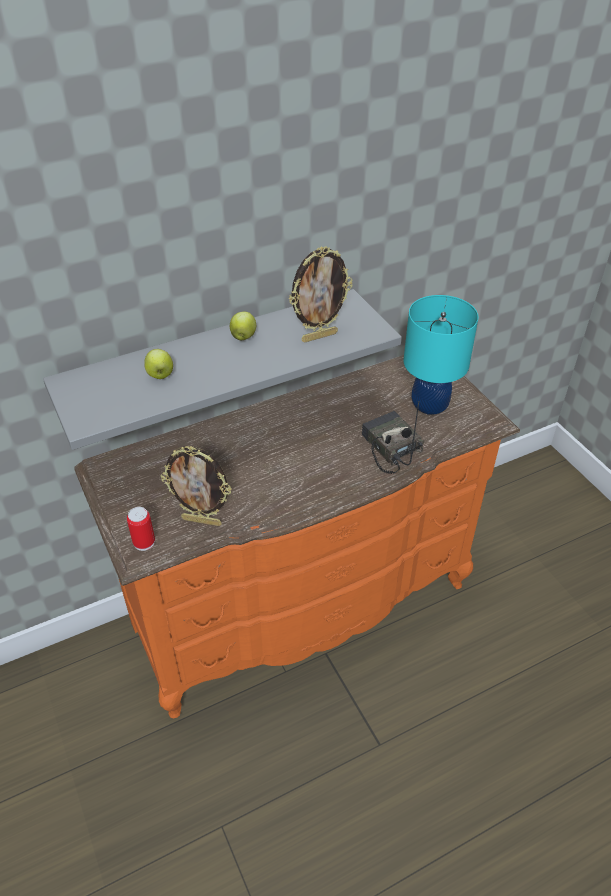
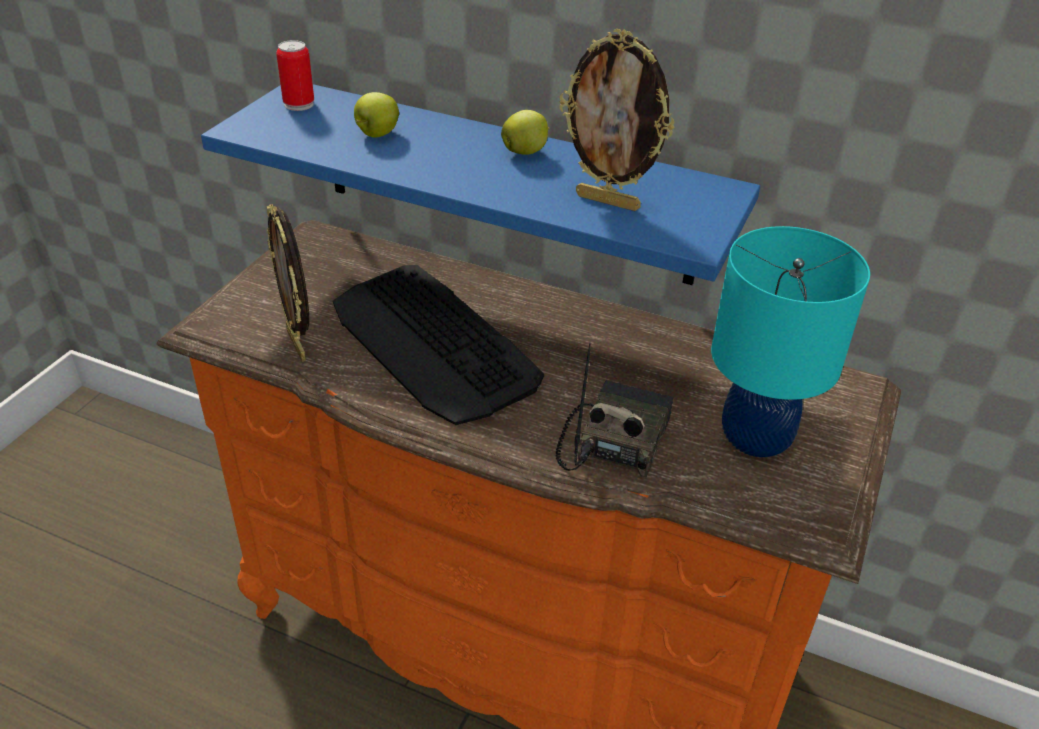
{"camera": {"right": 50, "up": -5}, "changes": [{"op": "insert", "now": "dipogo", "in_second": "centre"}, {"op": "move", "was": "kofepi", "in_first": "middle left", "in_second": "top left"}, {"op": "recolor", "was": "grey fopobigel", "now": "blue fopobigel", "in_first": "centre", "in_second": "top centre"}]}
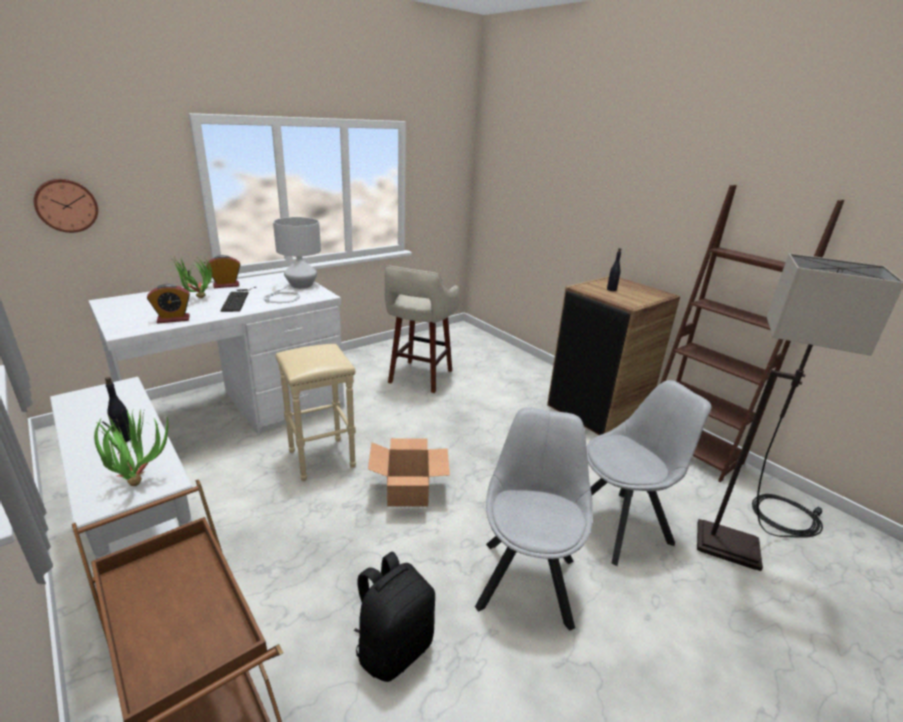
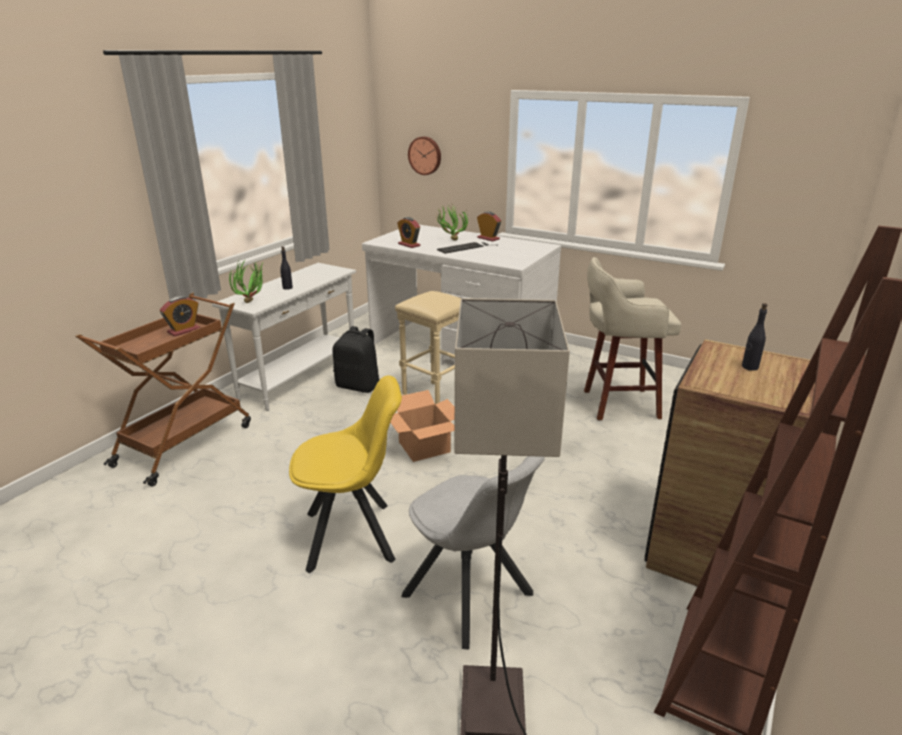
{"camera": {"right": 70, "up": 0}, "changes": [{"op": "delete", "was": "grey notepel", "in_first": "middle left"}, {"op": "insert", "now": "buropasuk (1st from left)", "in_second": "middle left"}, {"op": "move", "was": "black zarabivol", "in_first": "bottom centre", "in_second": "centre"}, {"op": "recolor", "was": "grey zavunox (1st from left)", "now": "yellow zavunox", "in_first": "bottom centre", "in_second": "centre"}]}
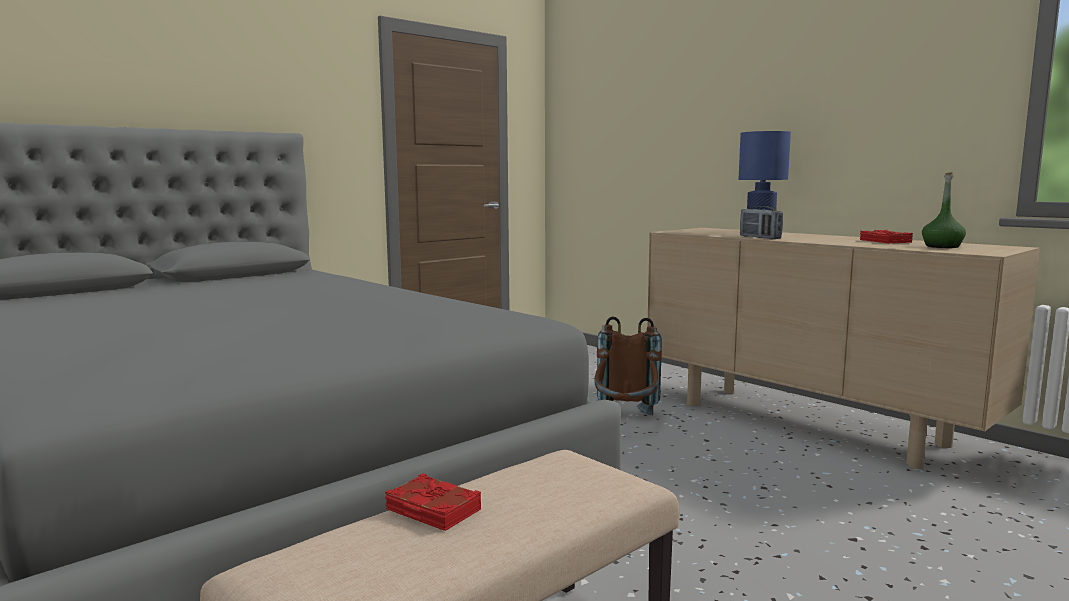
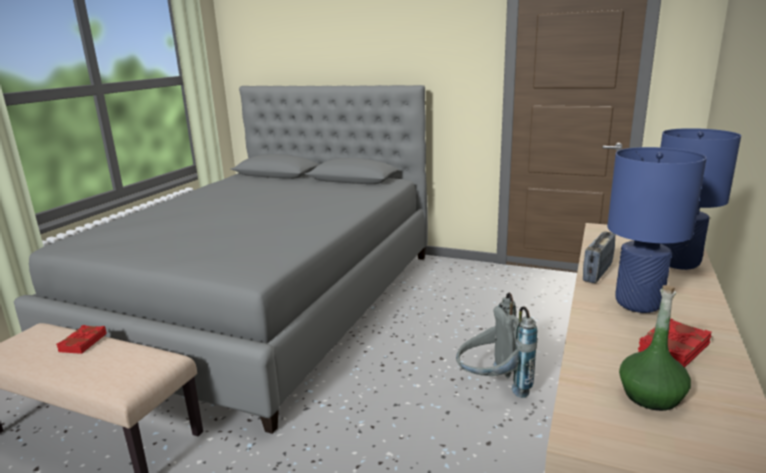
{"camera": {"right": 65, "up": 10}, "changes": [{"op": "insert", "now": "blue notepel (1st from left)", "in_second": "middle right"}, {"op": "recolor", "was": "brown zarabivol", "now": "grey zarabivol", "in_first": "centre", "in_second": "bottom centre"}]}
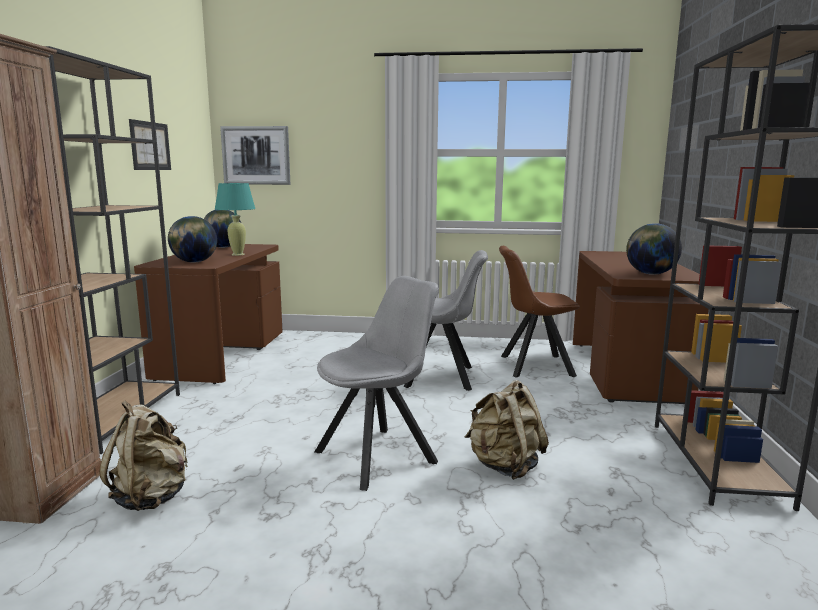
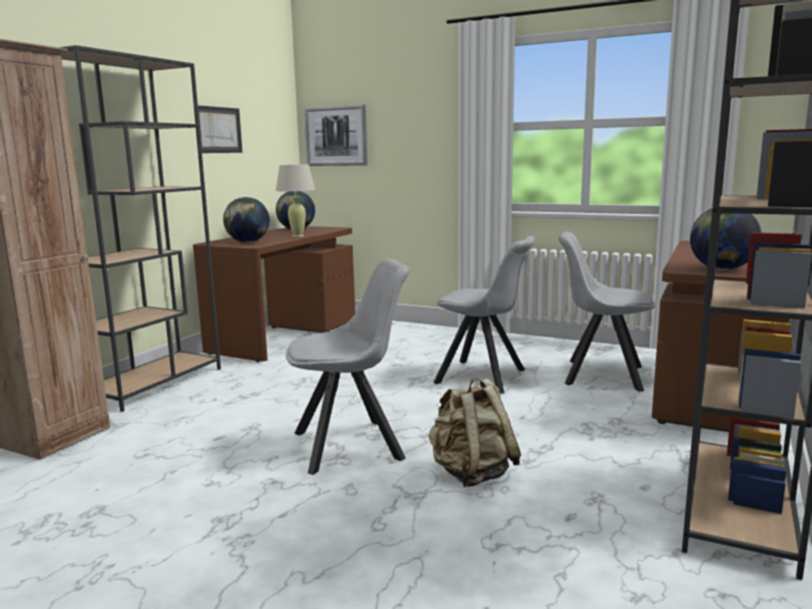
{"camera": {"right": 20, "up": 0}, "changes": [{"op": "delete", "was": "beige zarabivol (1st from left)", "in_first": "bottom left"}, {"op": "recolor", "was": "turquoise notepel", "now": "beige notepel", "in_first": "middle left", "in_second": "top centre"}, {"op": "recolor", "was": "brown zavunox", "now": "grey zavunox (3rd from left)", "in_first": "centre", "in_second": "middle right"}]}
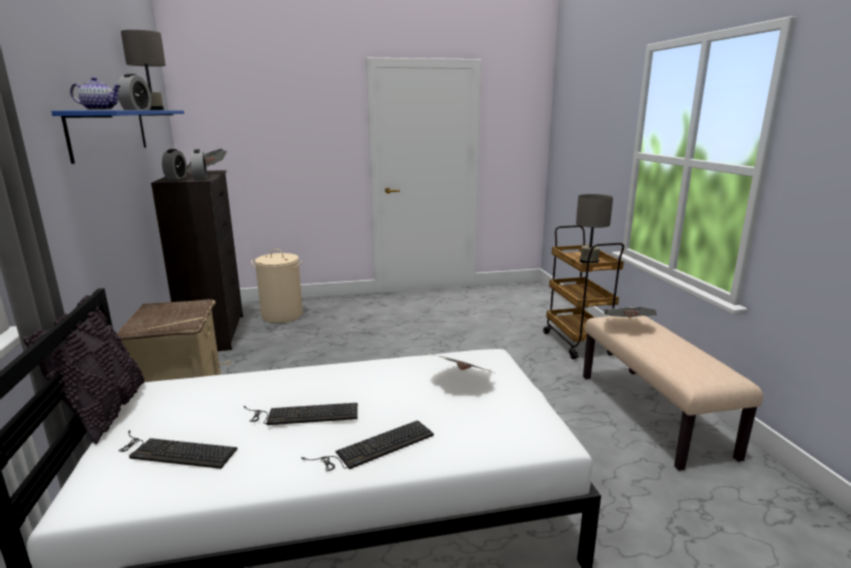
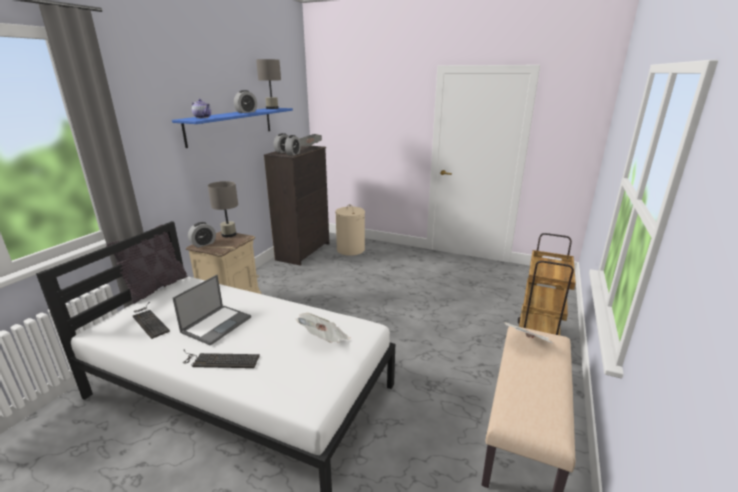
{"camera": {"right": 35, "up": 5}, "changes": [{"op": "insert", "now": "buropasuk (1st from left)", "in_second": "middle left"}, {"op": "move", "was": "grey notepel (2nd from left in the first image)", "now": "grey notepel (1st from left)", "in_first": "middle right", "in_second": "middle left"}, {"op": "replace", "was": "dipogo (2nd from left)", "now": "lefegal", "in_first": "bottom centre", "in_second": "middle left"}]}
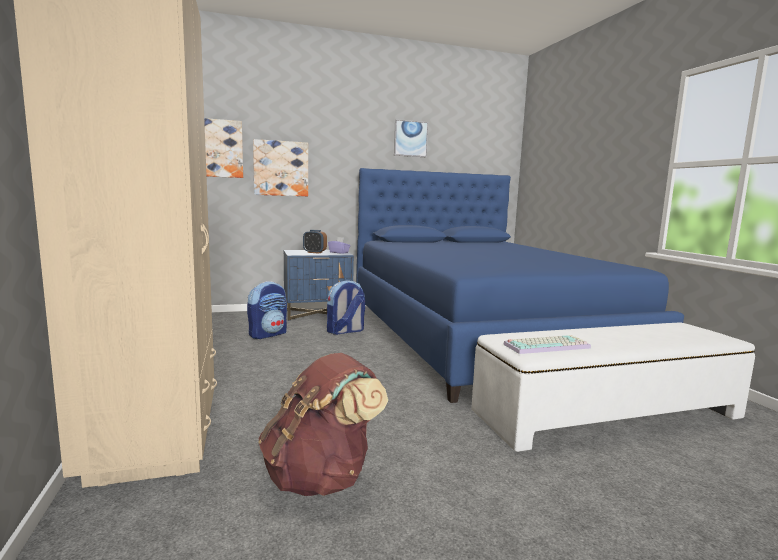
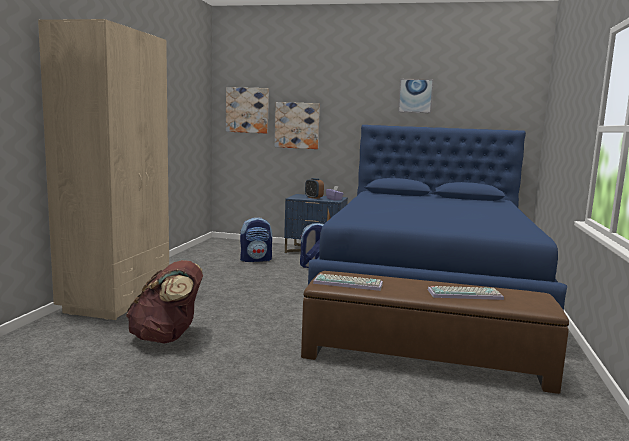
{"camera": {"right": 30, "up": 0}, "changes": [{"op": "insert", "now": "dipogo (2nd from left)", "in_second": "middle right"}, {"op": "recolor", "was": "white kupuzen", "now": "brown kupuzen", "in_first": "bottom right", "in_second": "bottom right"}]}
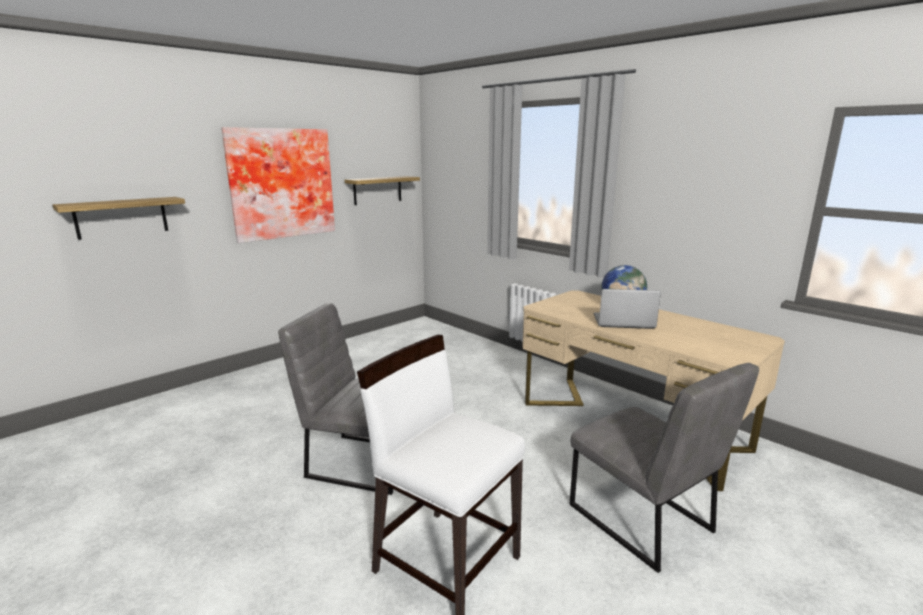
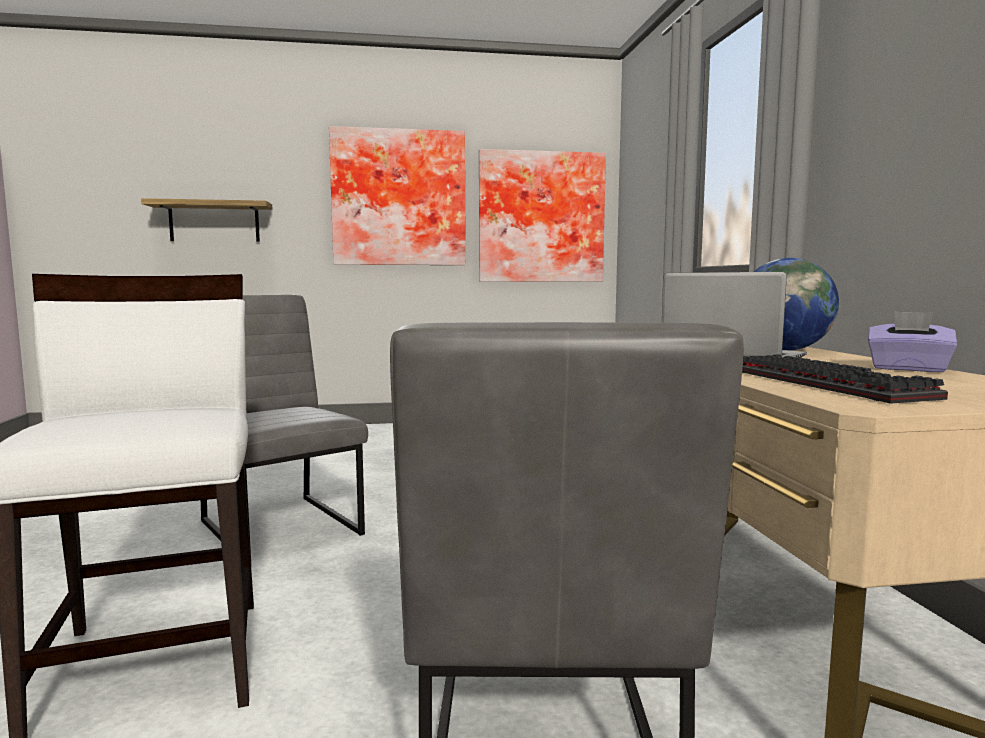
{"camera": {"right": 35, "up": -10}, "changes": [{"op": "insert", "now": "dipogo", "in_second": "middle right"}, {"op": "insert", "now": "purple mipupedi", "in_second": "middle right"}, {"op": "replace", "was": "fopobigel (2nd from left)", "now": "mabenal (2nd from left)", "in_first": "top centre", "in_second": "top centre"}]}
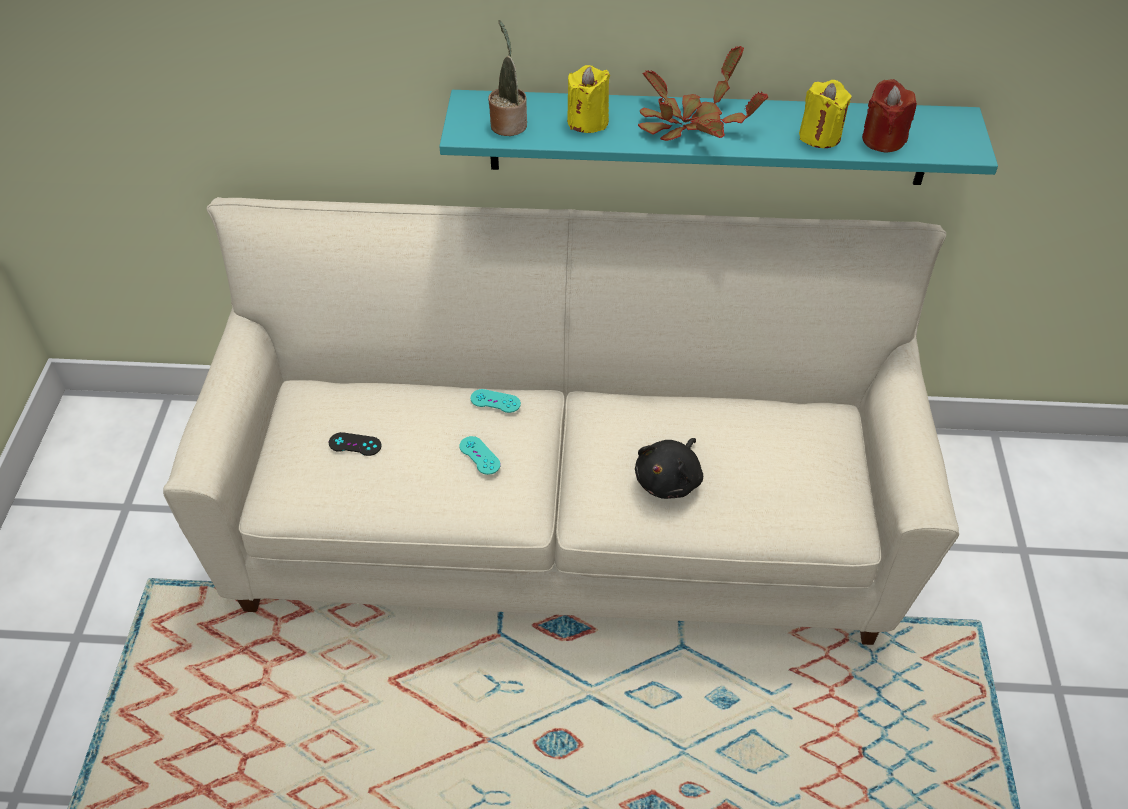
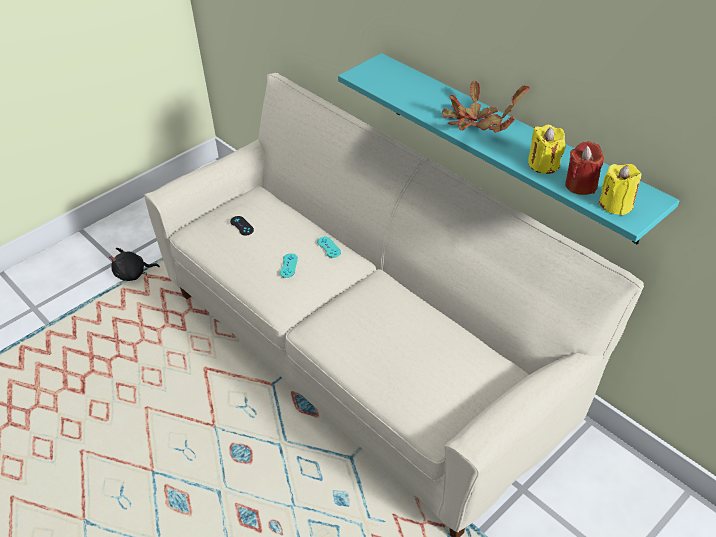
{"camera": {"right": 45, "up": -5}, "changes": [{"op": "delete", "was": "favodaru (1st from left)", "in_first": "top centre"}, {"op": "move", "was": "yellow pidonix (1st from left in the first image)", "now": "yellow pidonix (2nd from left)", "in_first": "top centre", "in_second": "middle right"}, {"op": "move", "was": "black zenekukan", "in_first": "centre", "in_second": "middle left"}]}
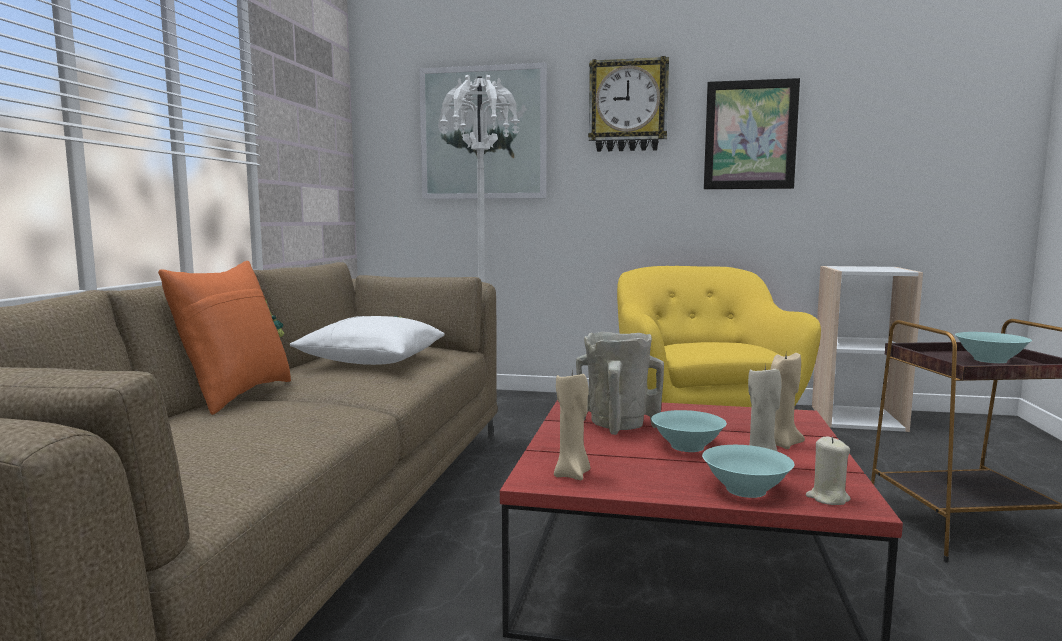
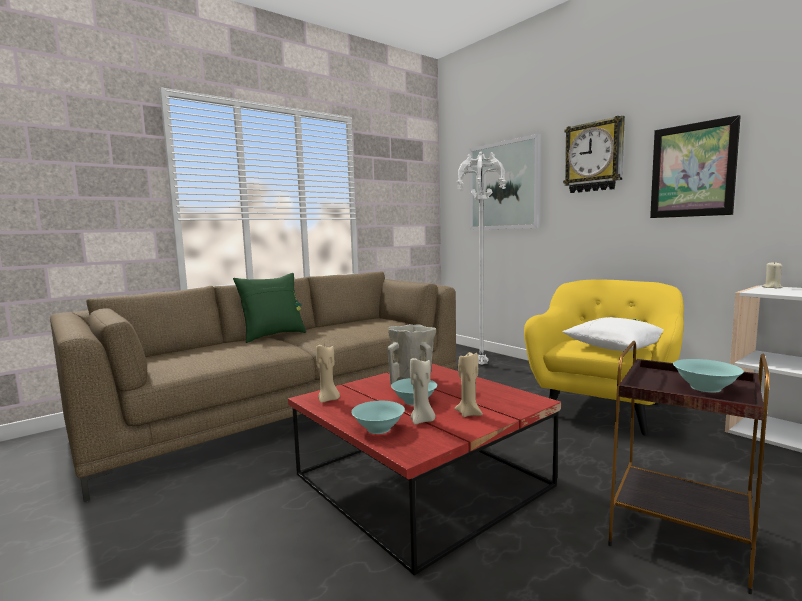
{"camera": {"right": 40, "up": 0}, "changes": [{"op": "move", "was": "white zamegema", "in_first": "centre", "in_second": "middle right"}, {"op": "move", "was": "beige pidonix (4th from left)", "in_first": "bottom right", "in_second": "middle right"}, {"op": "recolor", "was": "orange zamegema", "now": "green zamegema", "in_first": "middle left", "in_second": "centre"}]}
